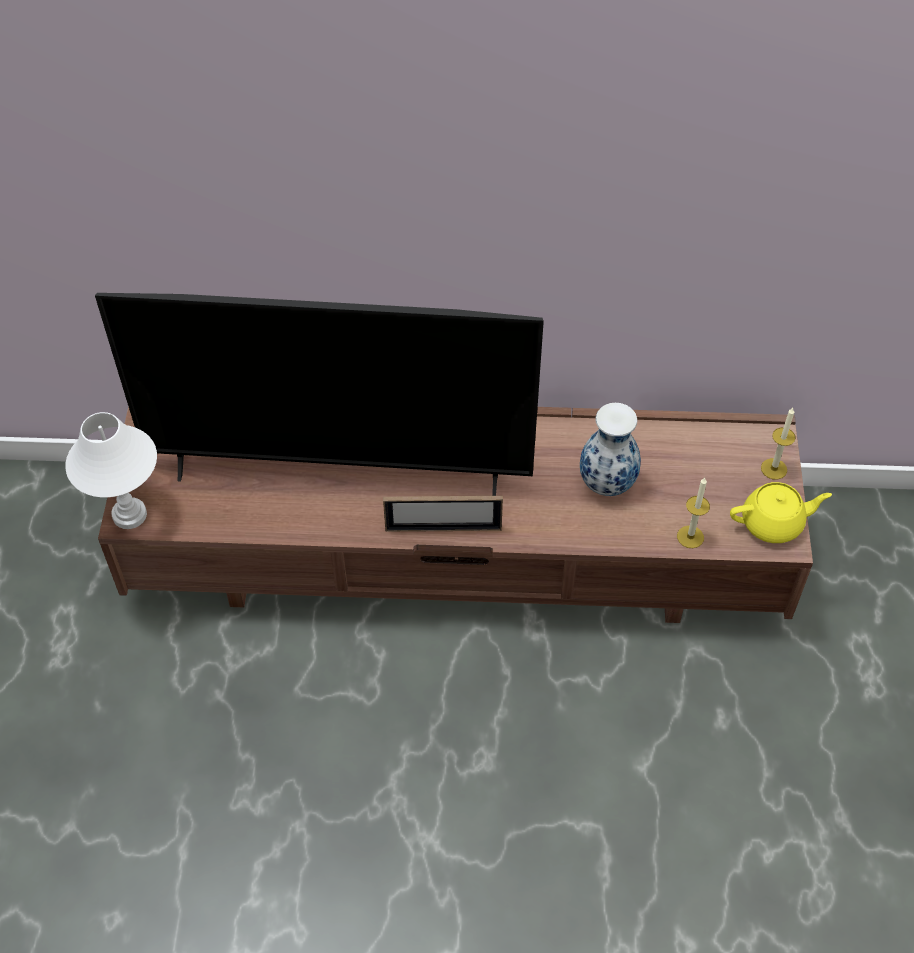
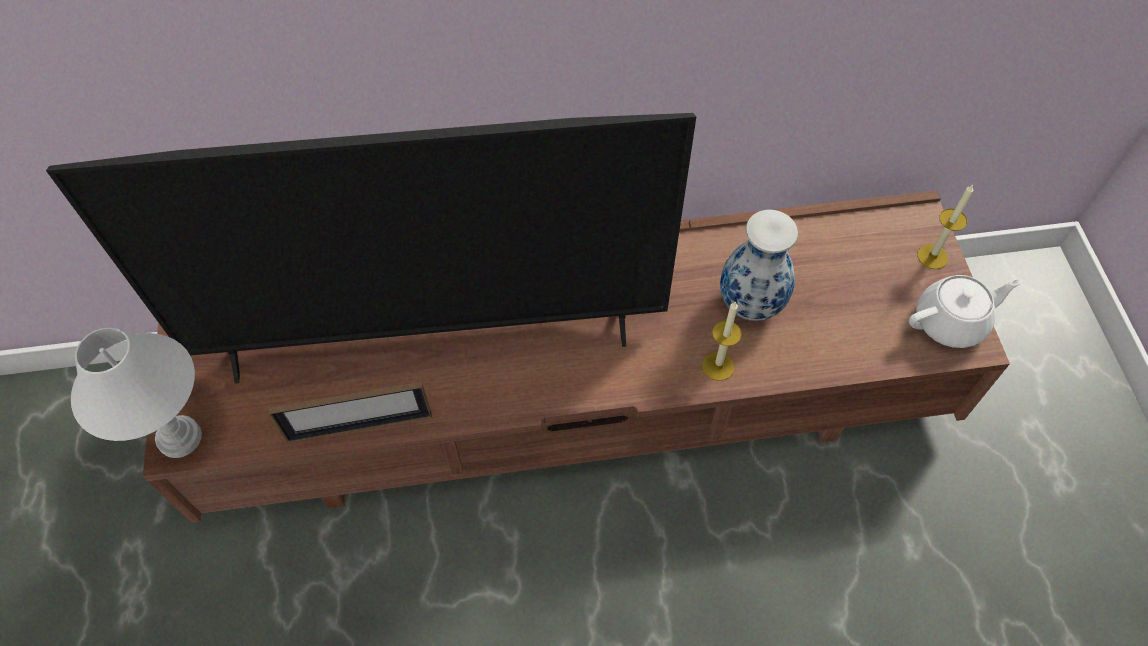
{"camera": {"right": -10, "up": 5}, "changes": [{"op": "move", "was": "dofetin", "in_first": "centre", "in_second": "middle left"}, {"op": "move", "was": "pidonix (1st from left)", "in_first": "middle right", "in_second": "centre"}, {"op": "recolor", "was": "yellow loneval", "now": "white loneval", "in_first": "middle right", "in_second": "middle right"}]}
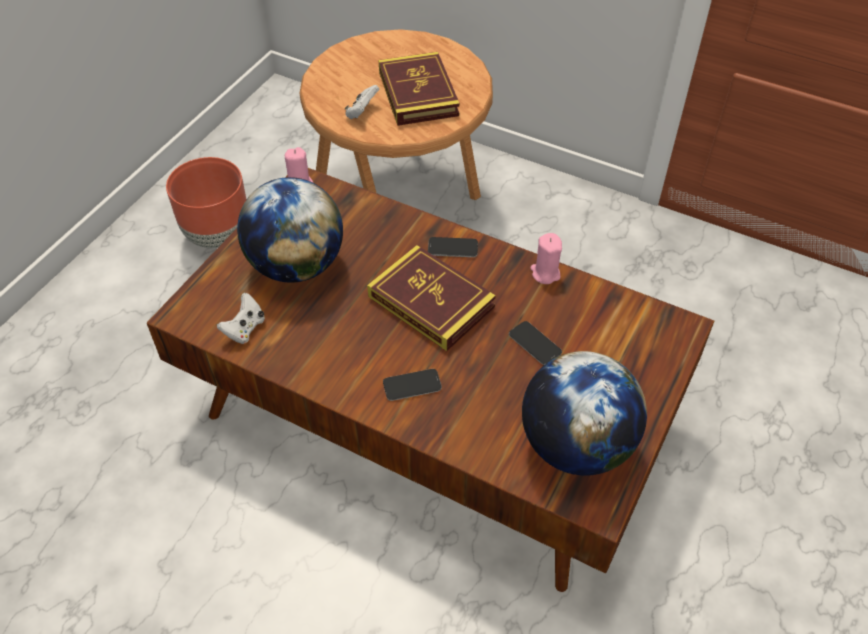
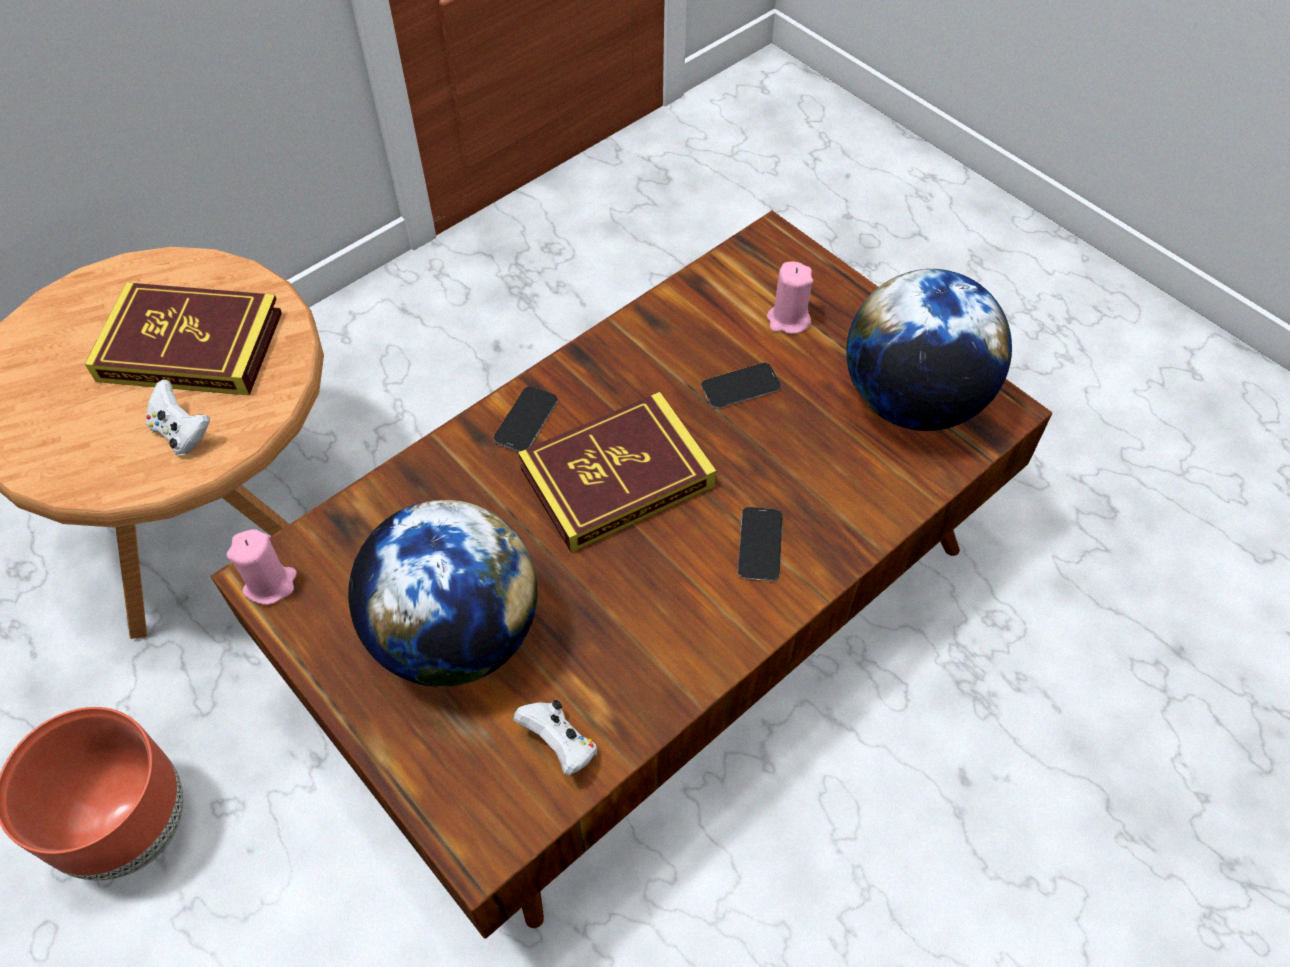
{"camera": {"right": -70, "up": 5}, "changes": [{"op": "move", "was": "pink pidonix (2nd from left)", "in_first": "centre", "in_second": "top centre"}]}
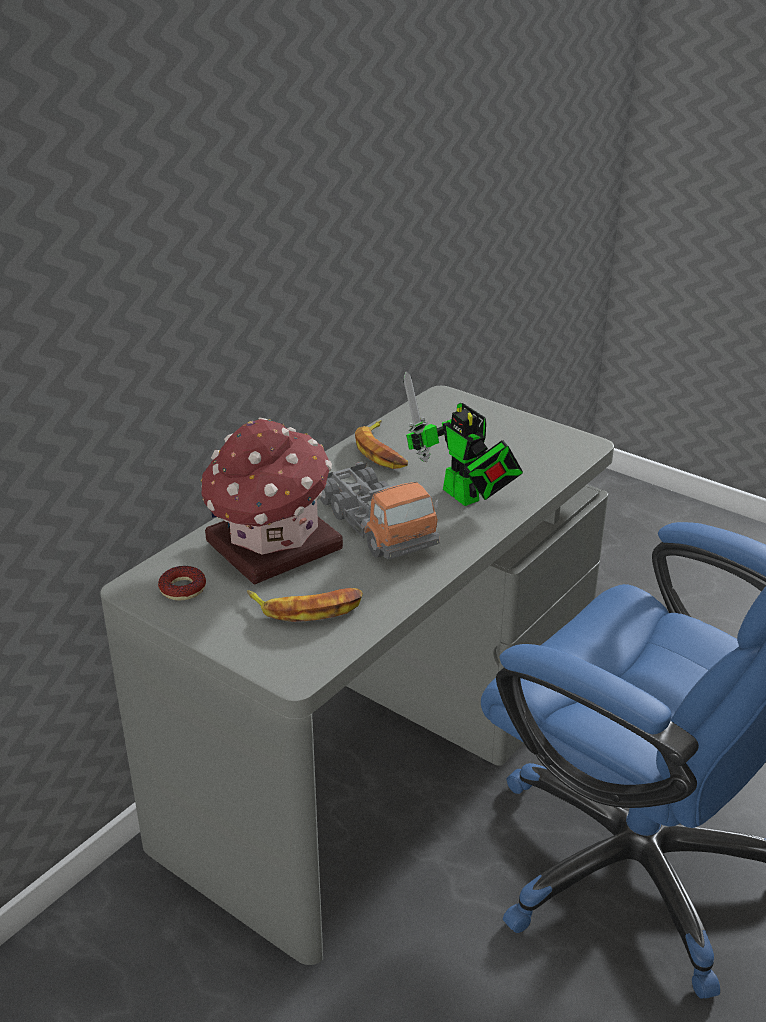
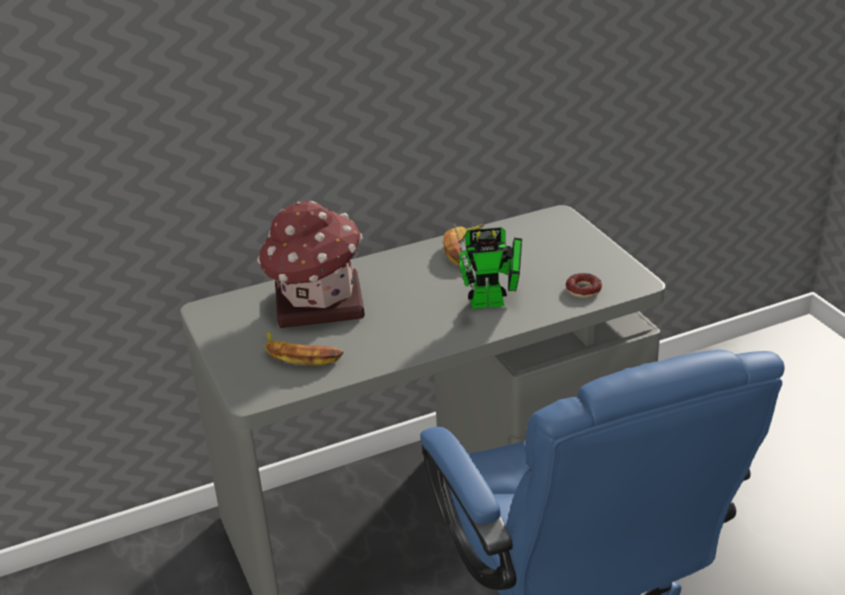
{"camera": {"right": 30, "up": 0}, "changes": [{"op": "delete", "was": "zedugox", "in_first": "centre"}, {"op": "move", "was": "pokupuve", "in_first": "middle left", "in_second": "middle right"}, {"op": "rotate", "was": "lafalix", "in_first": "centre", "in_second": "centre", "clockwise": -90}]}
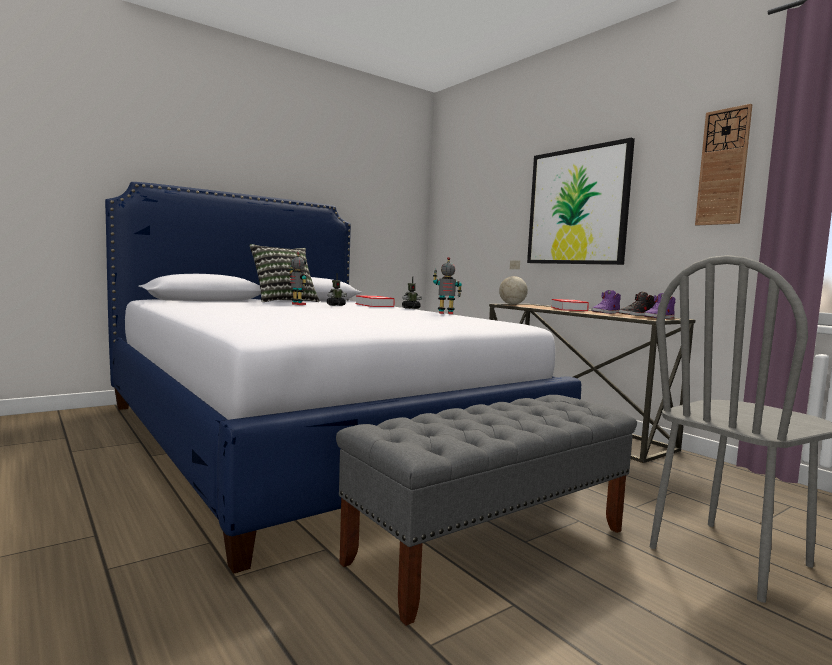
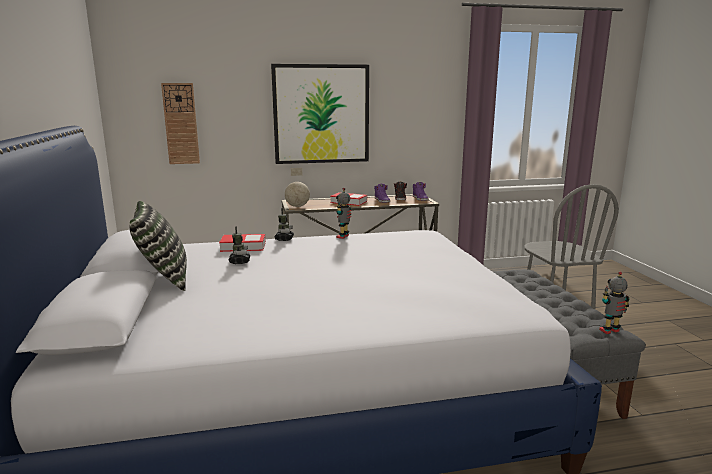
{"camera": {"right": -65, "up": 10}, "changes": [{"op": "move", "was": "lafalix (1st from left in the first image)", "now": "lafalix (4th from left)", "in_first": "centre", "in_second": "middle right"}, {"op": "move", "was": "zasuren", "in_first": "top right", "in_second": "top left"}]}
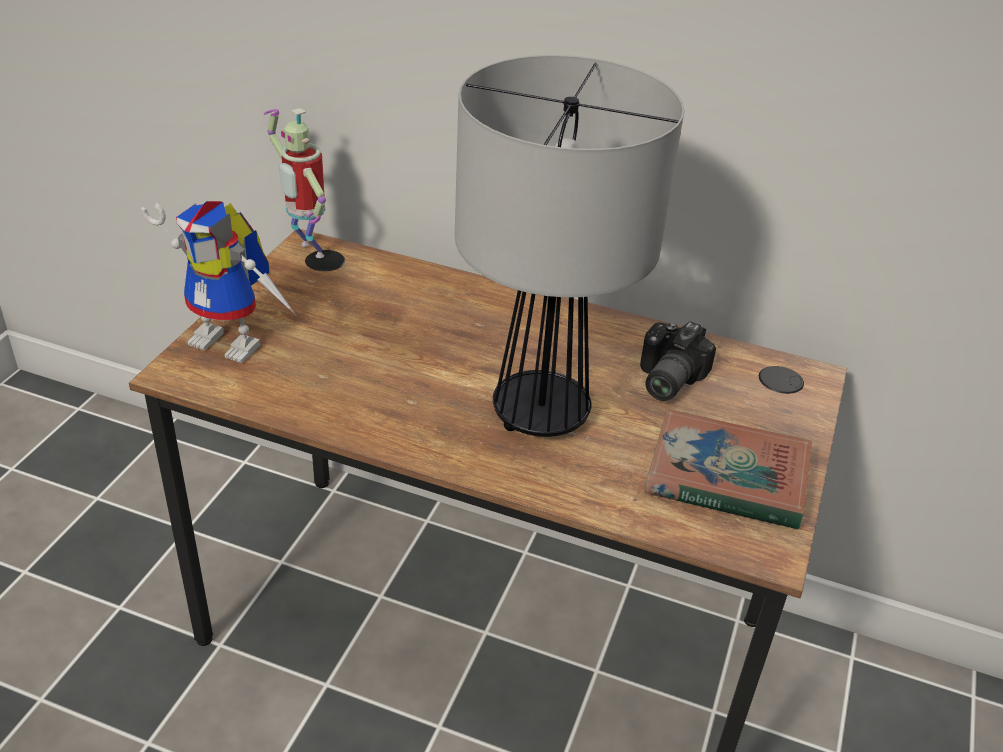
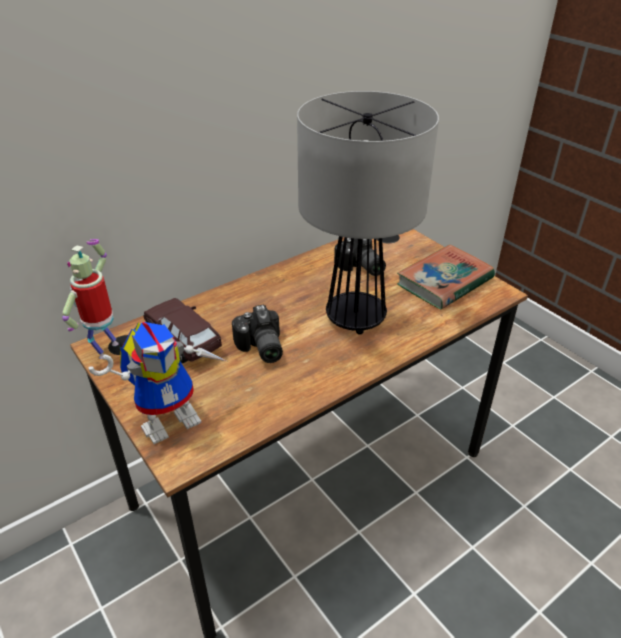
{"camera": {"right": -55, "up": 0}, "changes": [{"op": "insert", "now": "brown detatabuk", "in_second": "middle left"}, {"op": "insert", "now": "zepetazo (1st from left)", "in_second": "centre"}, {"op": "rotate", "was": "lafalix (2nd from left in the first image)", "in_first": "top left", "in_second": "middle left", "clockwise": 120}]}
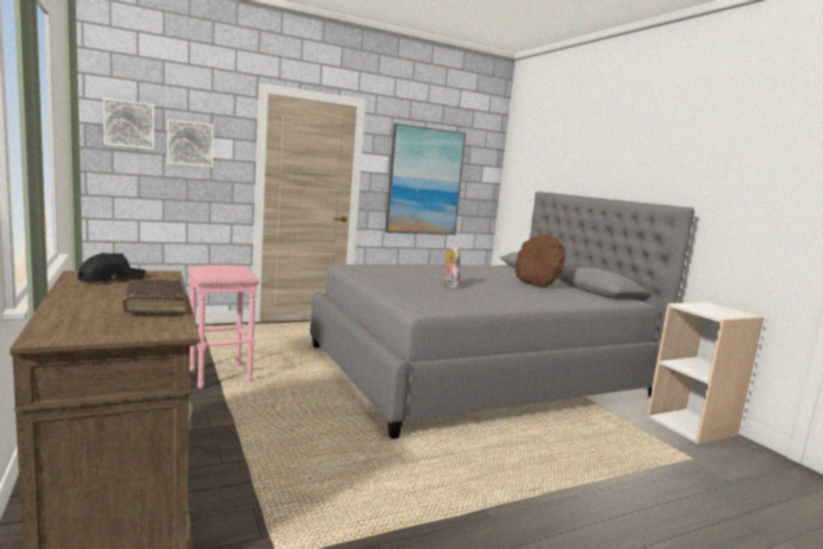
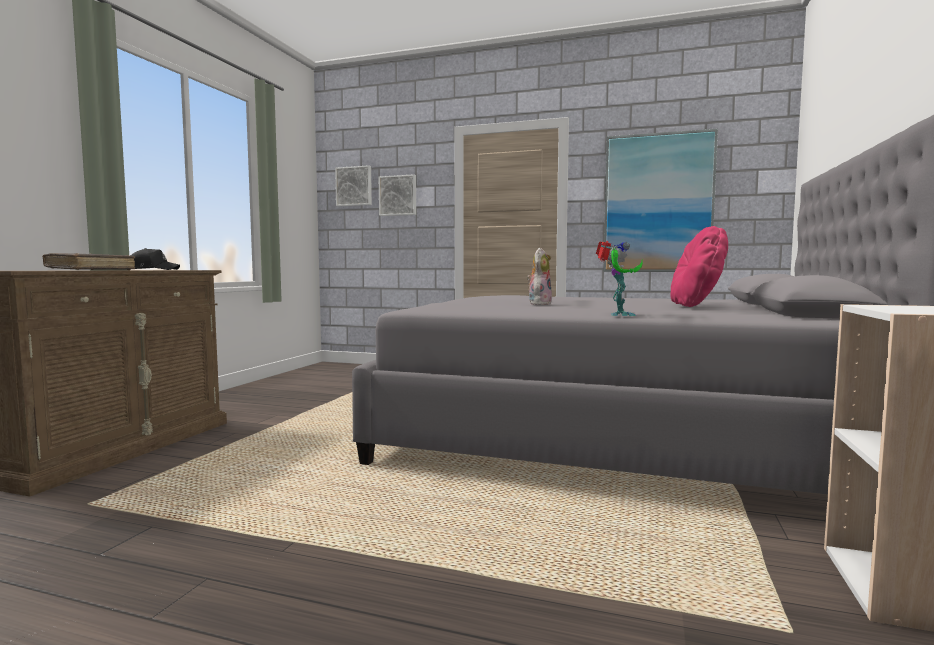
{"camera": {"right": 45, "up": -5}, "changes": [{"op": "delete", "was": "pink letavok", "in_first": "middle left"}, {"op": "insert", "now": "lafalix", "in_second": "centre"}, {"op": "recolor", "was": "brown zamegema", "now": "pink zamegema", "in_first": "centre", "in_second": "middle right"}]}
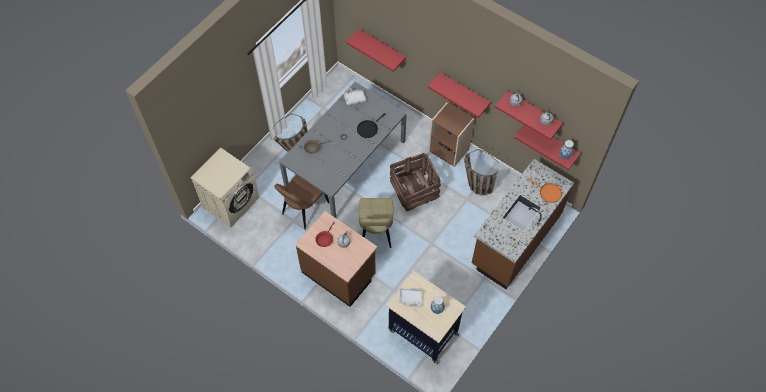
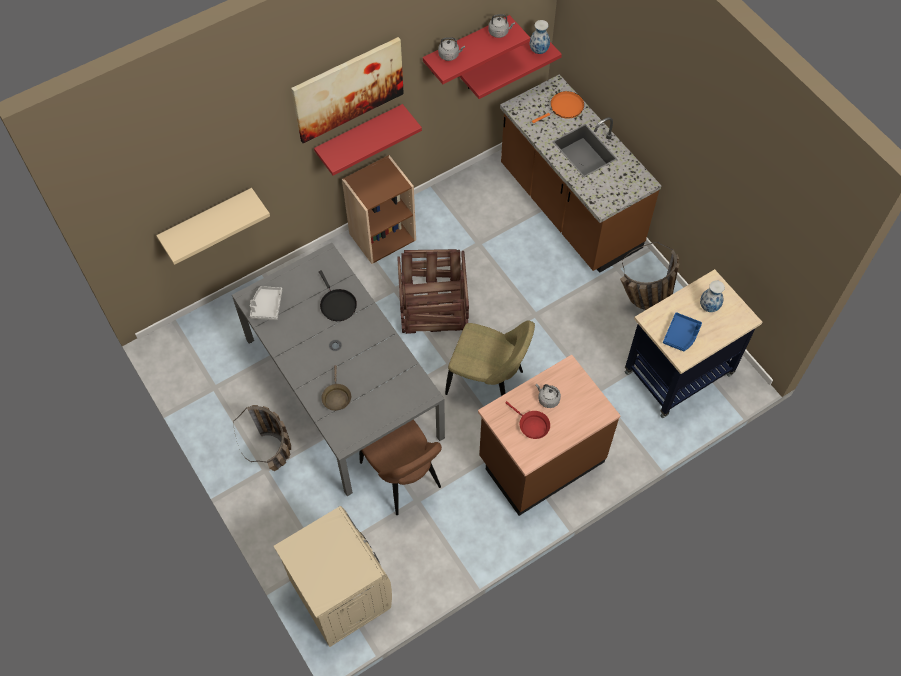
{"camera": {"right": -70, "up": 0}, "changes": [{"op": "insert", "now": "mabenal", "in_second": "top centre"}, {"op": "move", "was": "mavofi (2nd from left)", "in_first": "centre", "in_second": "middle right"}, {"op": "recolor", "was": "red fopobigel (1st from left)", "now": "beige fopobigel", "in_first": "top centre", "in_second": "middle left"}, {"op": "recolor", "was": "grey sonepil (2nd from left)", "now": "blue sonepil", "in_first": "bottom centre", "in_second": "middle right"}]}
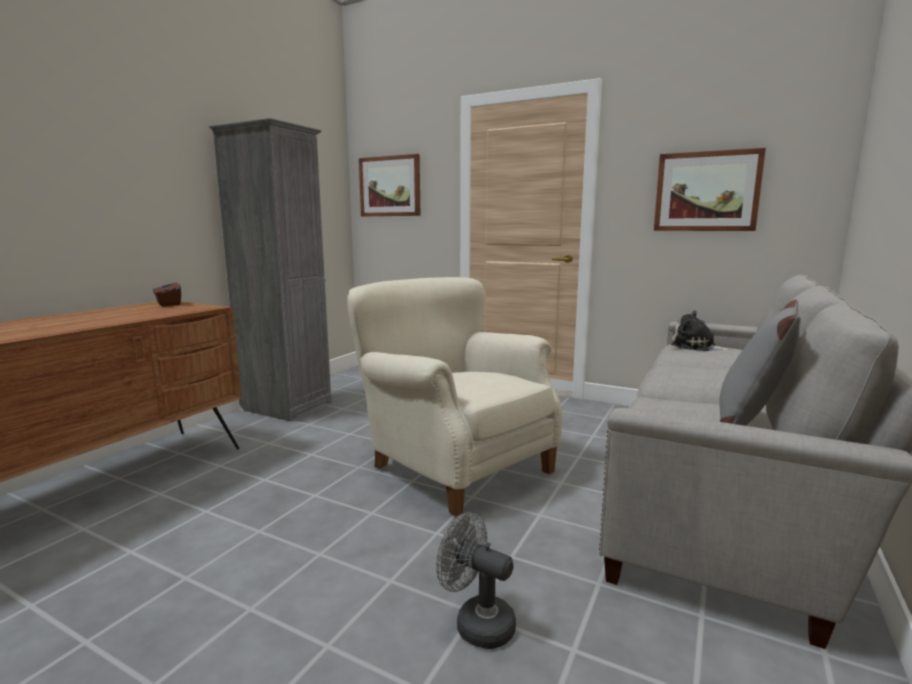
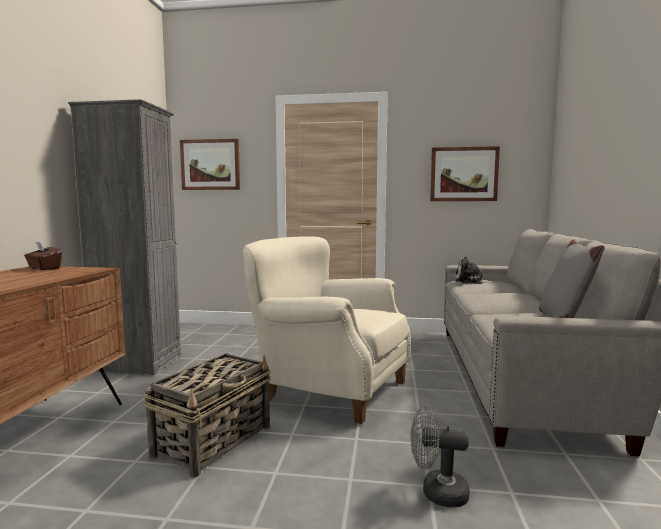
{"camera": {"right": -20, "up": -5}, "changes": [{"op": "insert", "now": "mavofi", "in_second": "bottom left"}]}
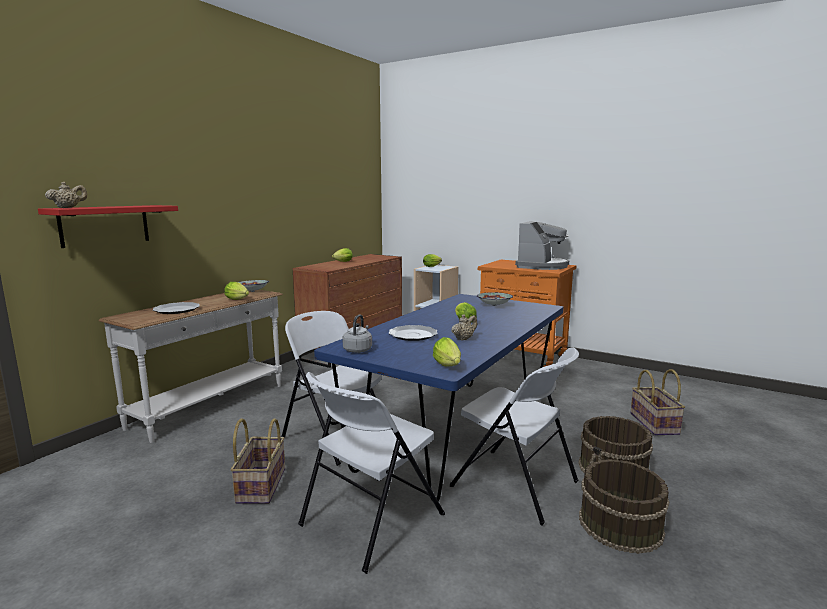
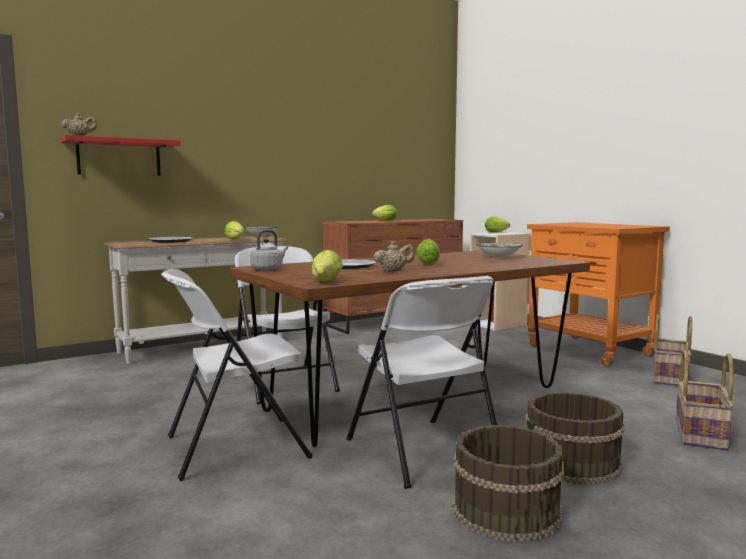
{"camera": {"right": 25, "up": -5}, "changes": [{"op": "delete", "was": "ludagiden", "in_first": "centre"}, {"op": "move", "was": "mavofi (1st from left)", "in_first": "bottom left", "in_second": "middle right"}, {"op": "recolor", "was": "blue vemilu", "now": "brown vemilu", "in_first": "centre", "in_second": "centre"}]}
